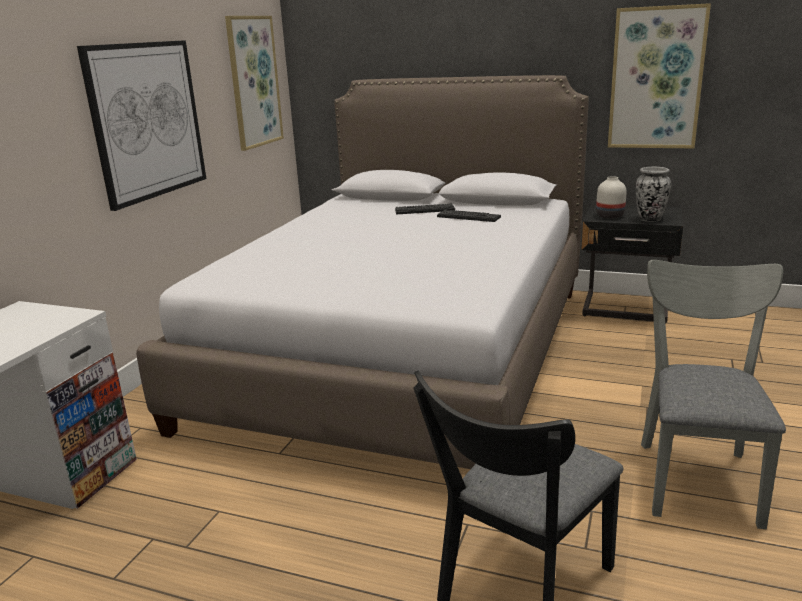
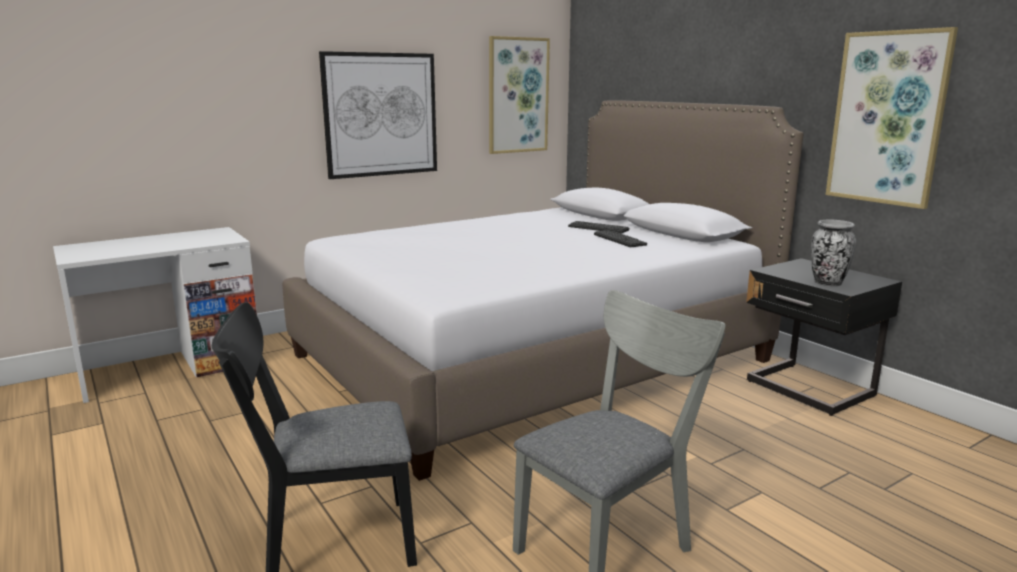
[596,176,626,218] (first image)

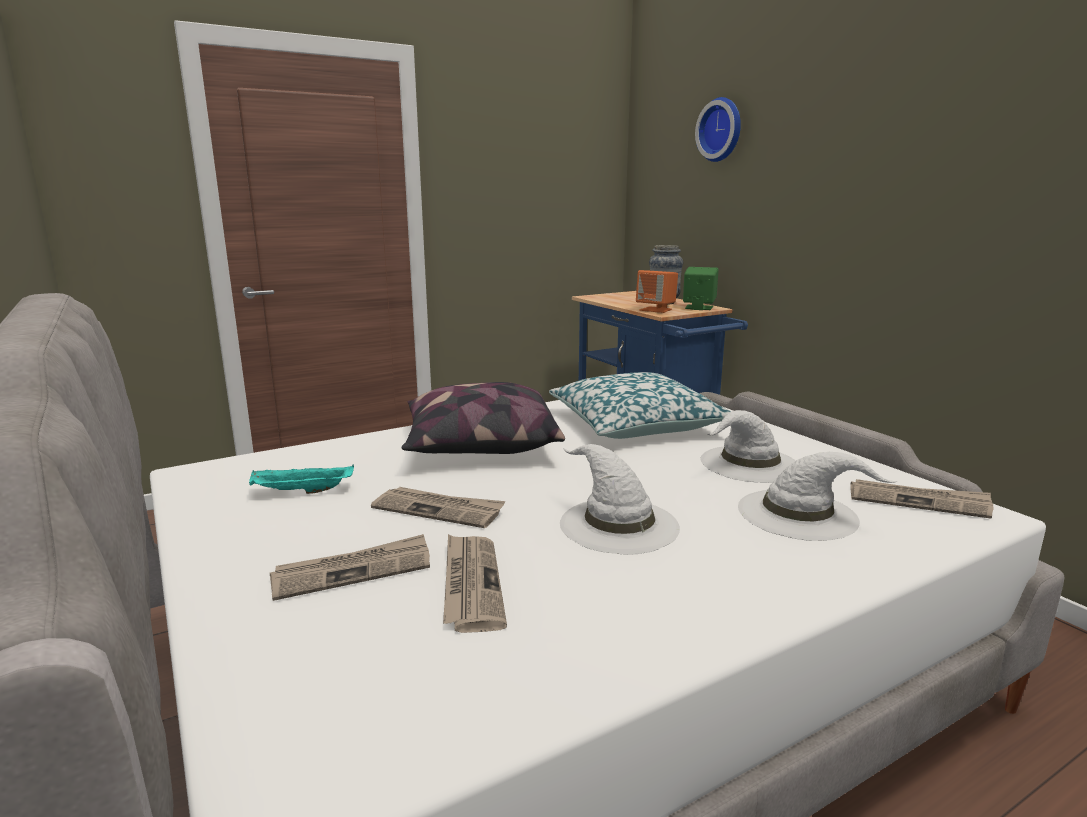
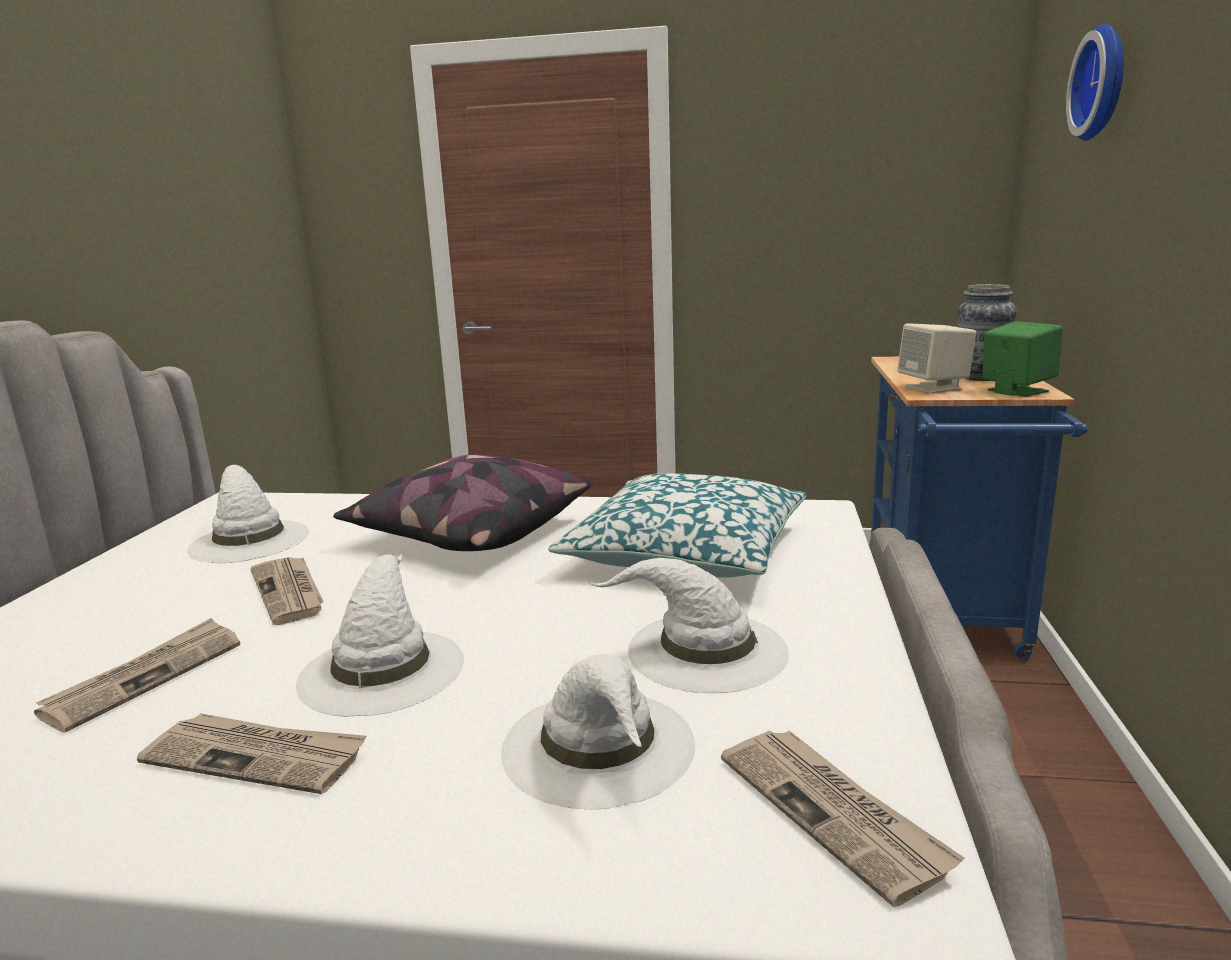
[897,324,976,393]
[187,465,309,563]
[137,713,366,794]

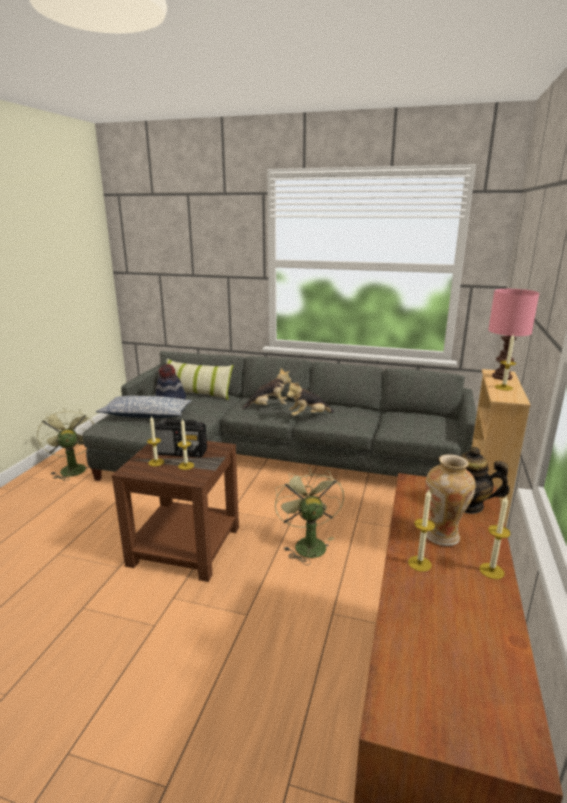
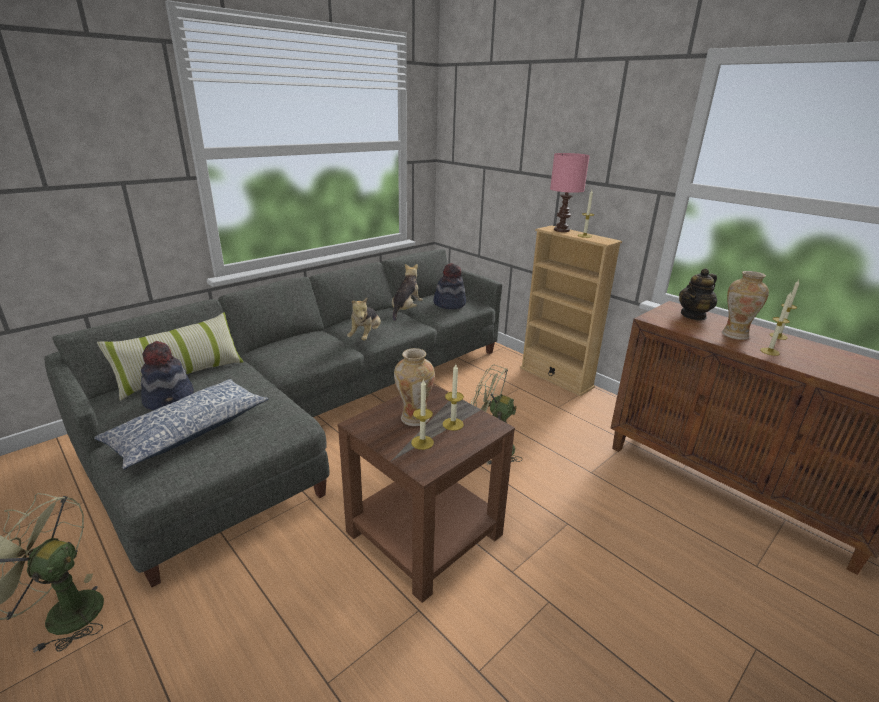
[392,264,423,321]
[394,348,435,426]
[433,263,466,309]

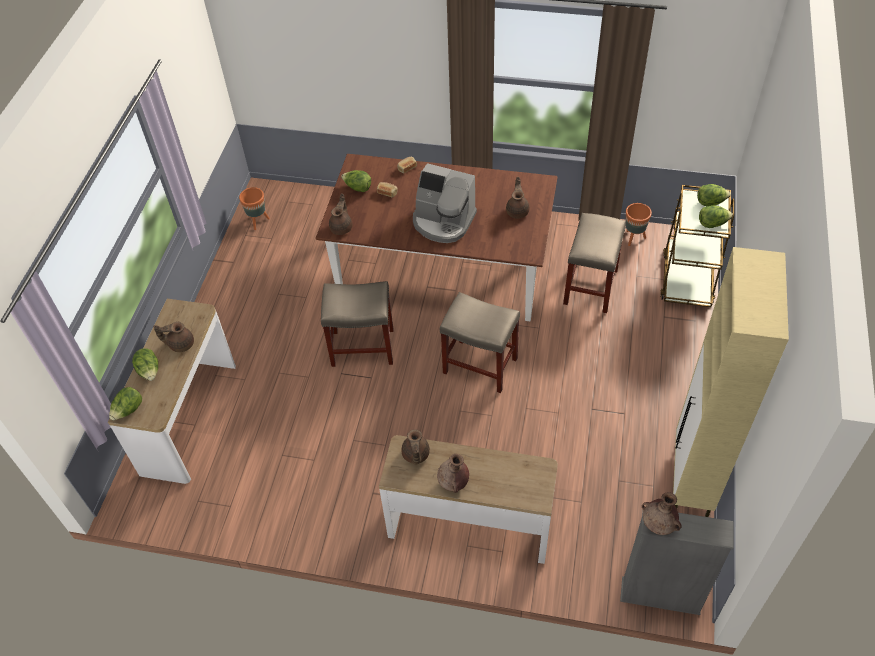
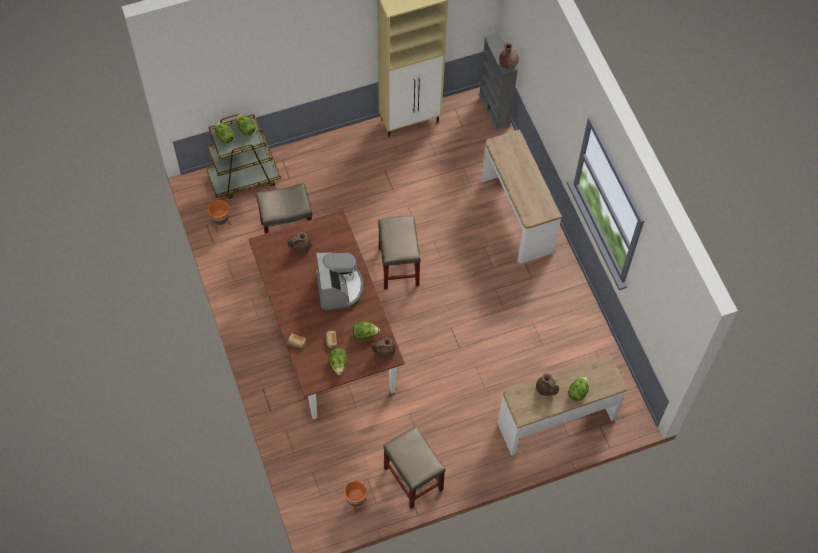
[383,426,446,509]
[353,321,380,340]
[401,429,430,465] (first image)
[437,454,469,493] (first image)

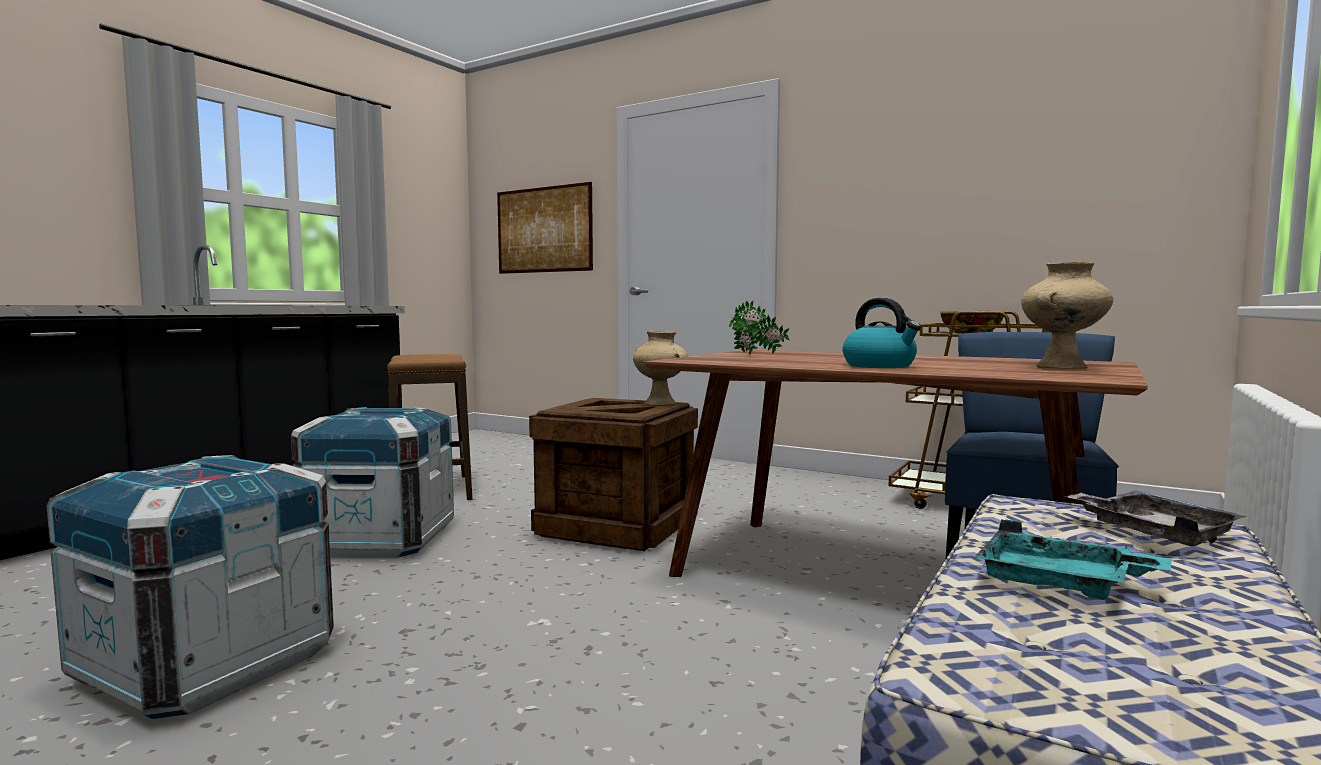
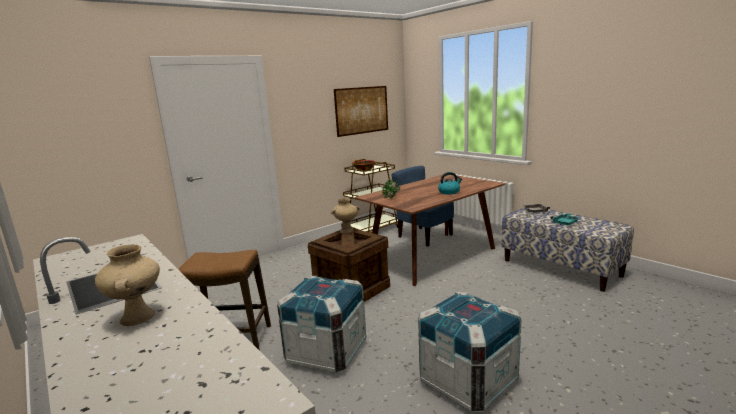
[334,86,388,137]
[95,244,160,326]

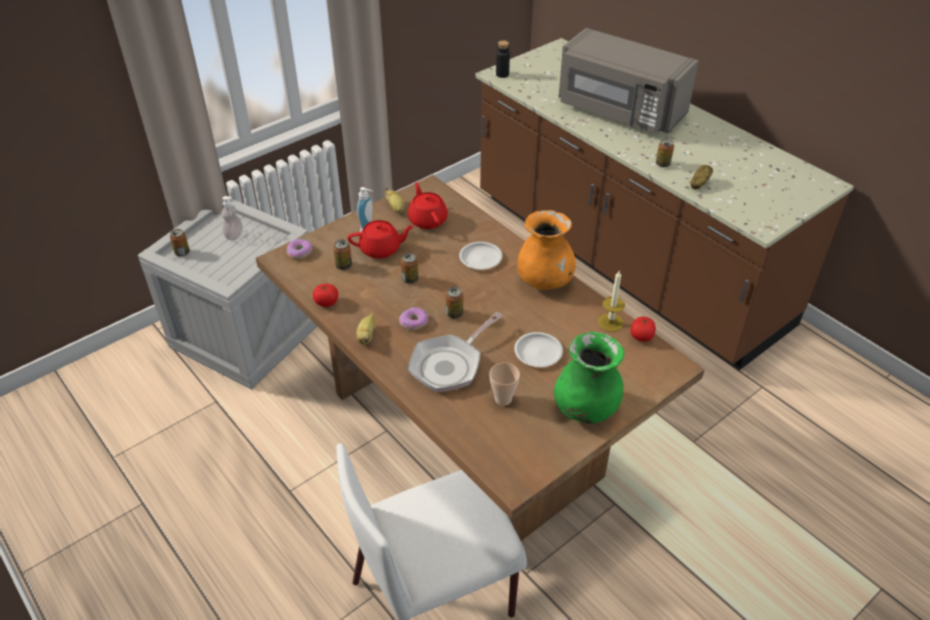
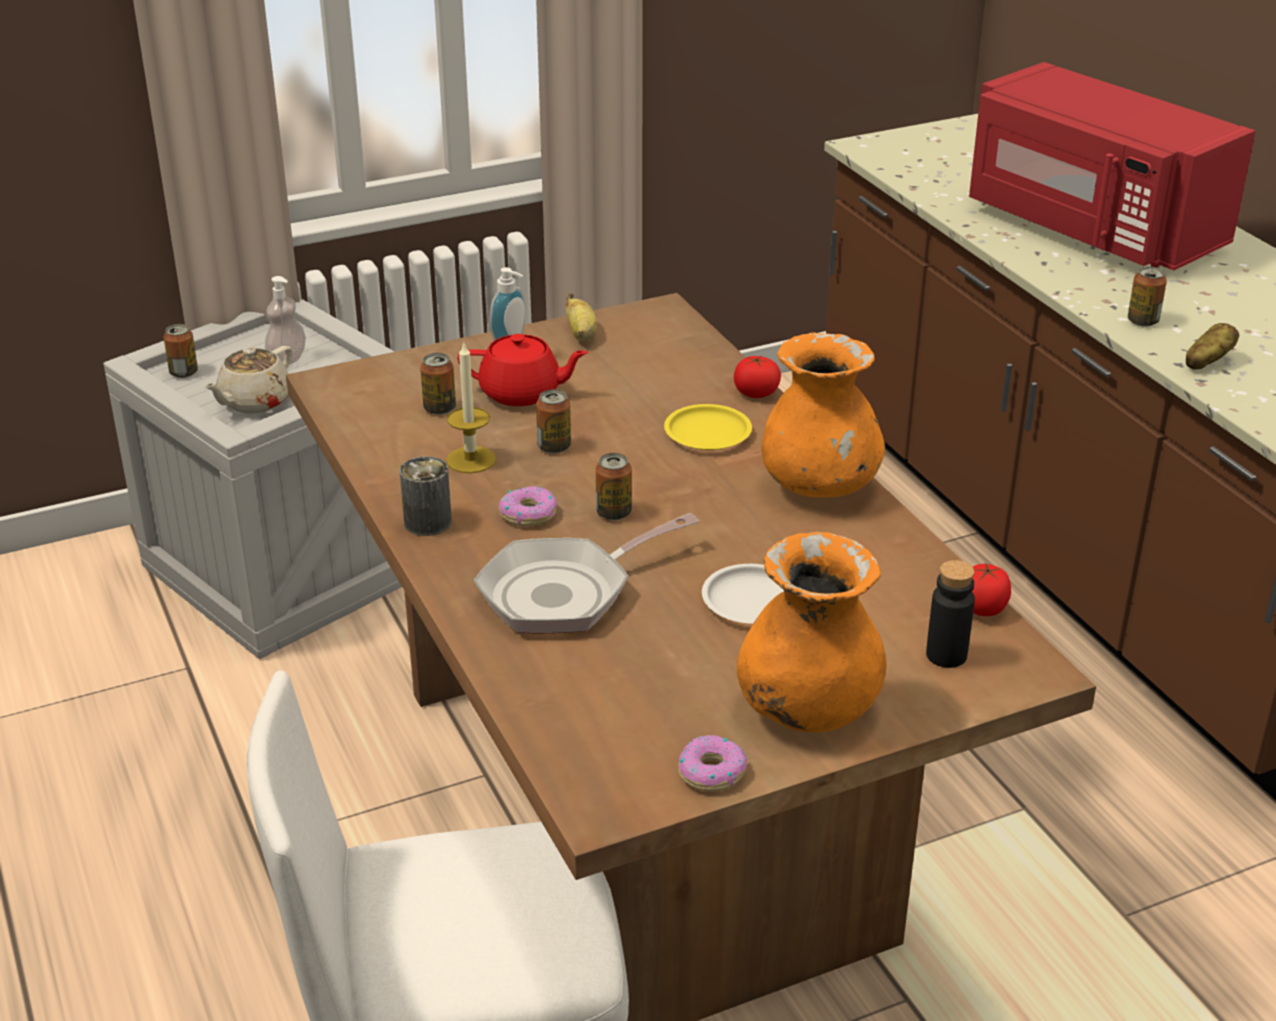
[969,62,1256,270]
[926,560,975,668]
[408,182,448,229] (first image)
[678,735,747,792]
[664,404,752,450]
[446,343,496,473]
[734,356,781,398]
[400,456,452,536]
[737,532,887,733]
[489,363,520,406] (first image)
[204,346,292,413]

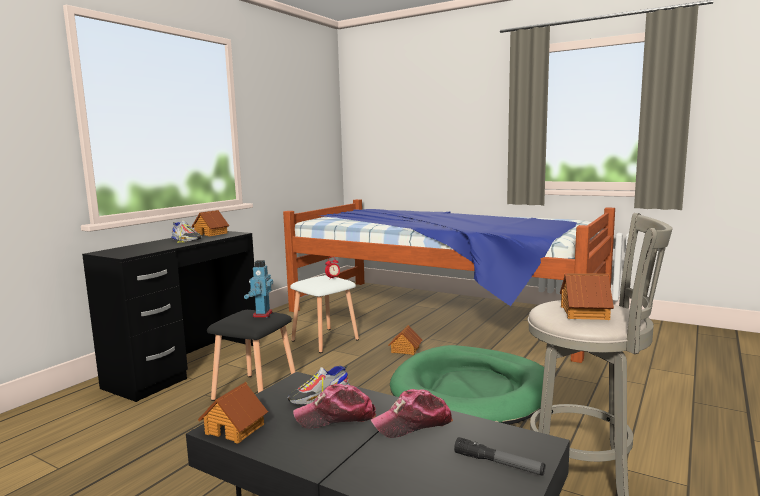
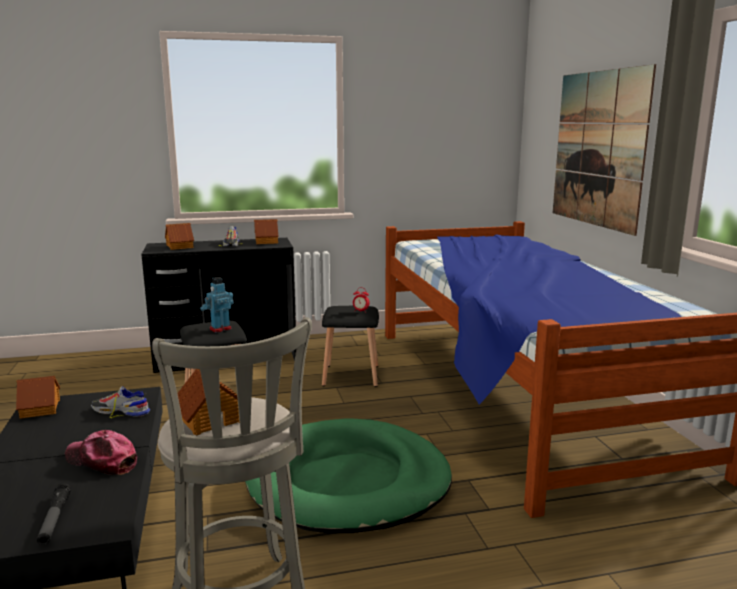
[322,306,379,387]
[165,223,194,250]
[293,384,376,429] (first image)
[553,64,656,236]

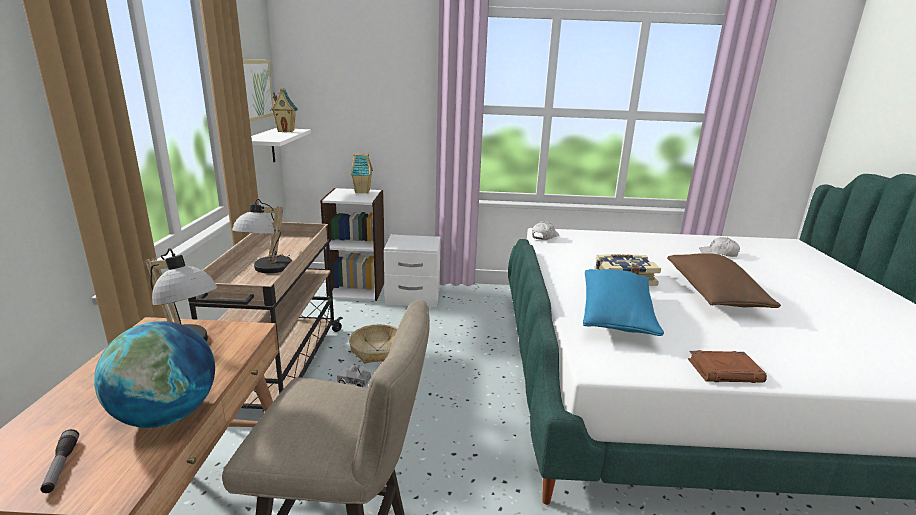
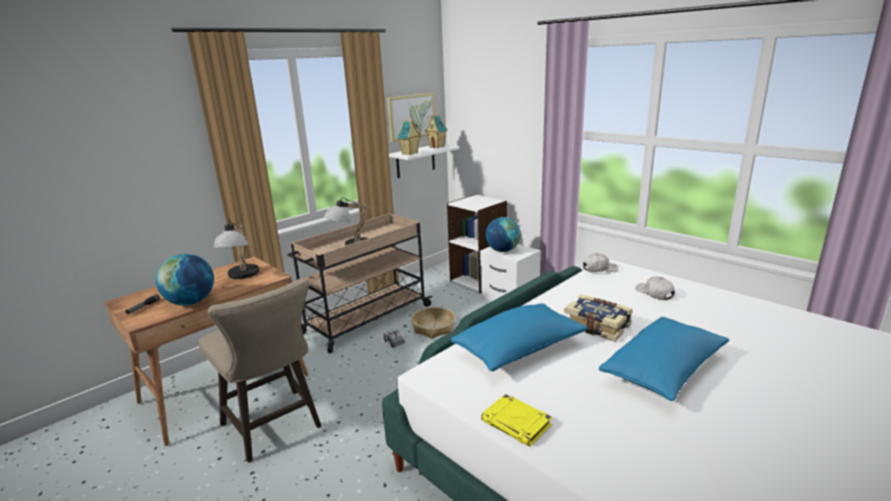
[397,119,421,155]
[635,276,675,300]
[599,317,729,401]
[481,394,552,447]
[485,217,521,252]

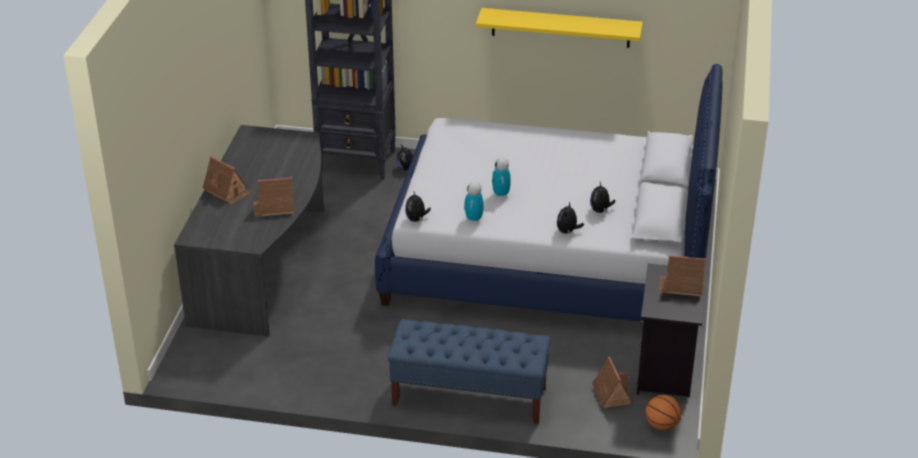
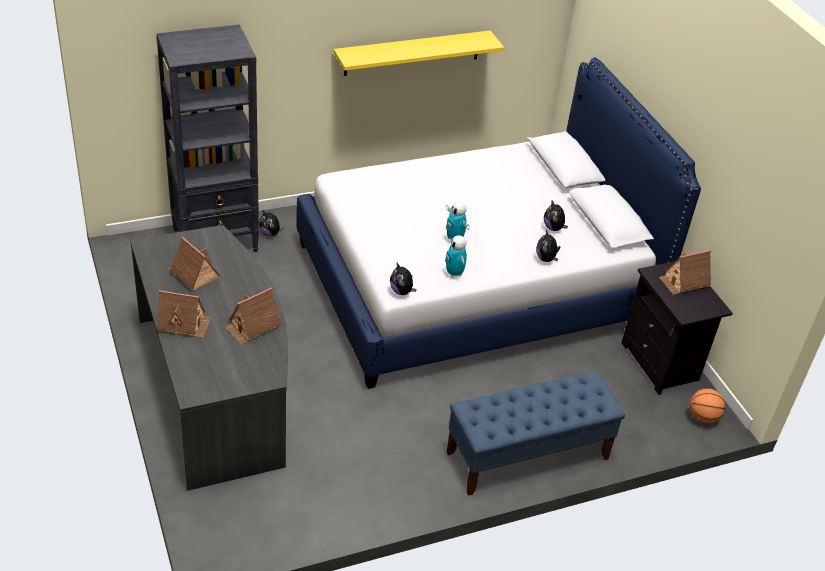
[169,237,220,291]

